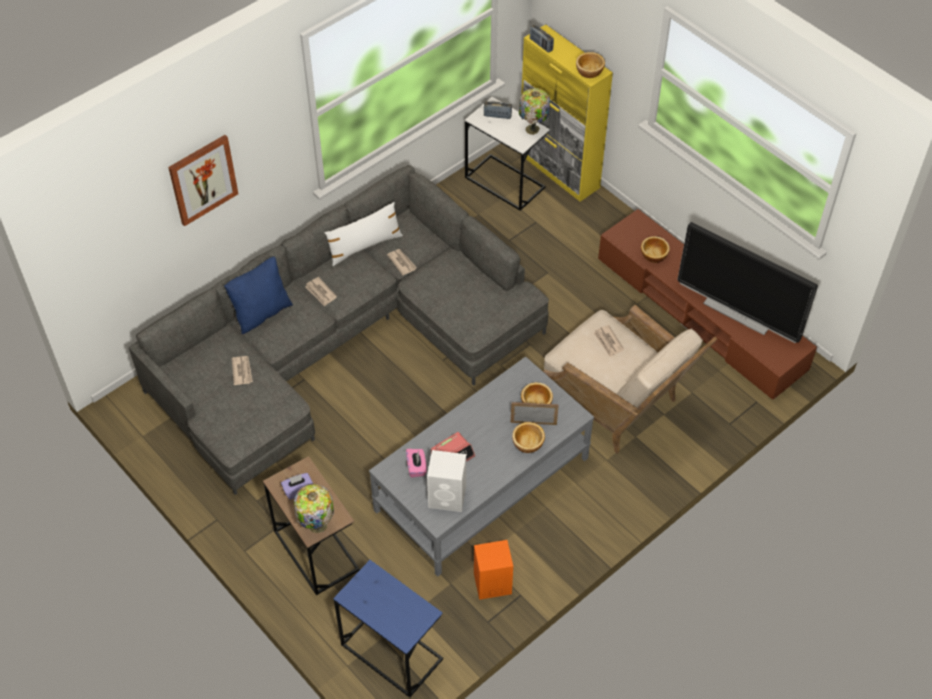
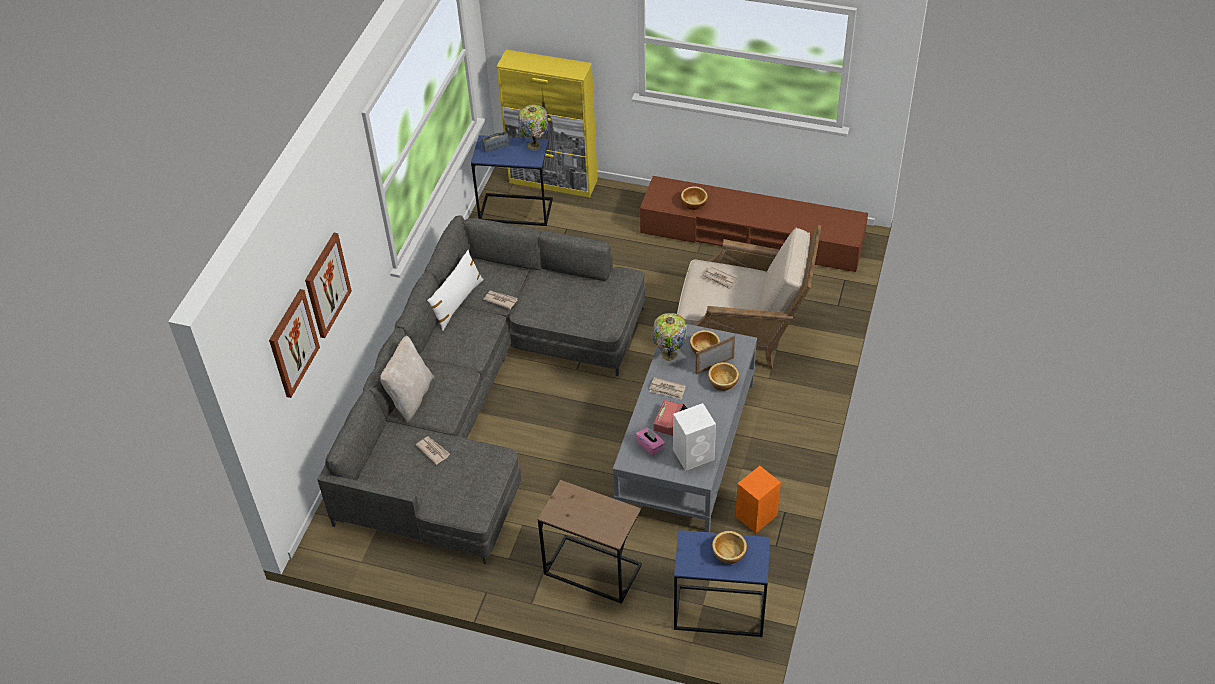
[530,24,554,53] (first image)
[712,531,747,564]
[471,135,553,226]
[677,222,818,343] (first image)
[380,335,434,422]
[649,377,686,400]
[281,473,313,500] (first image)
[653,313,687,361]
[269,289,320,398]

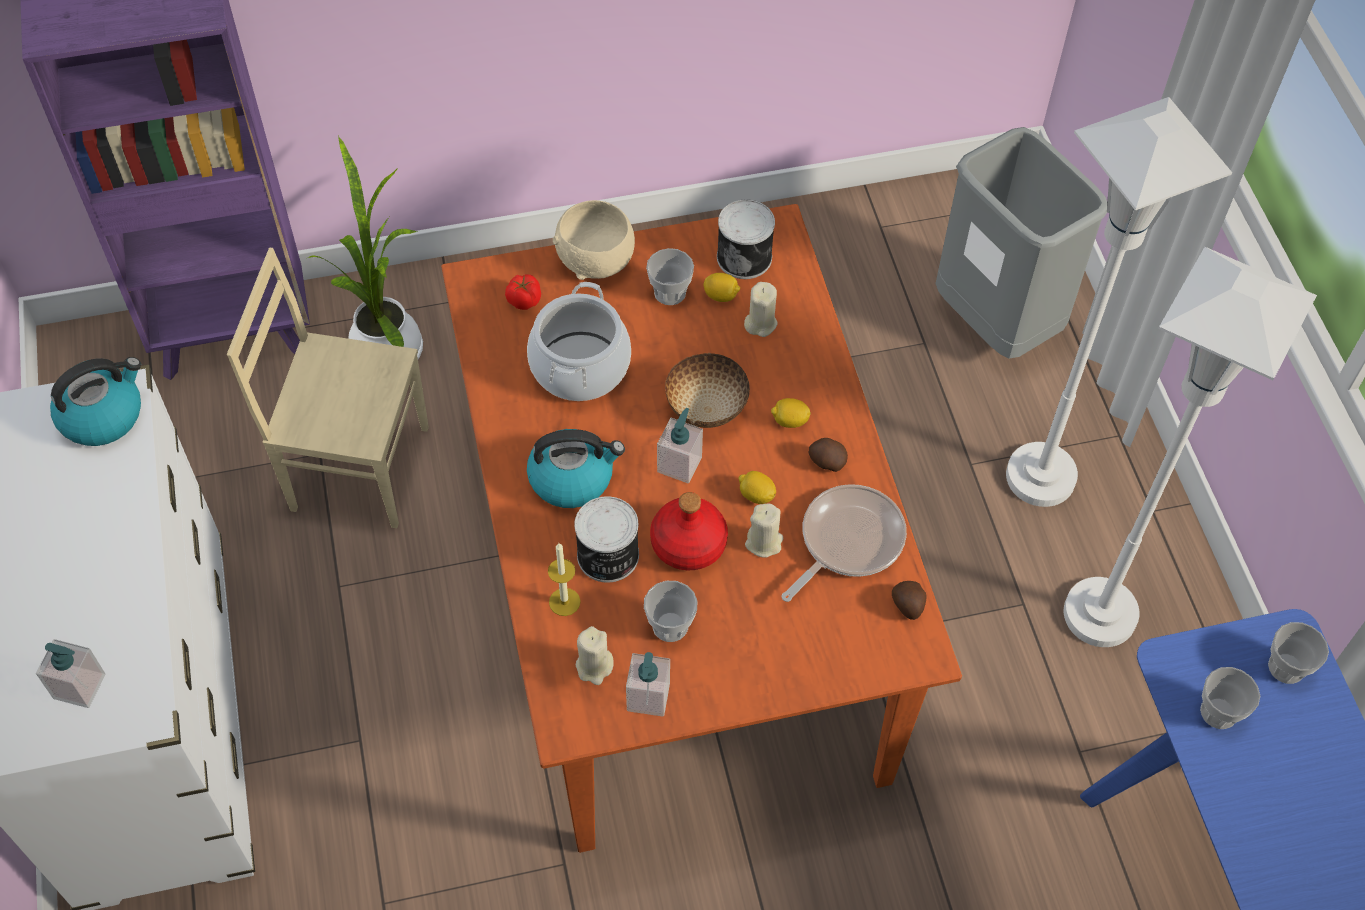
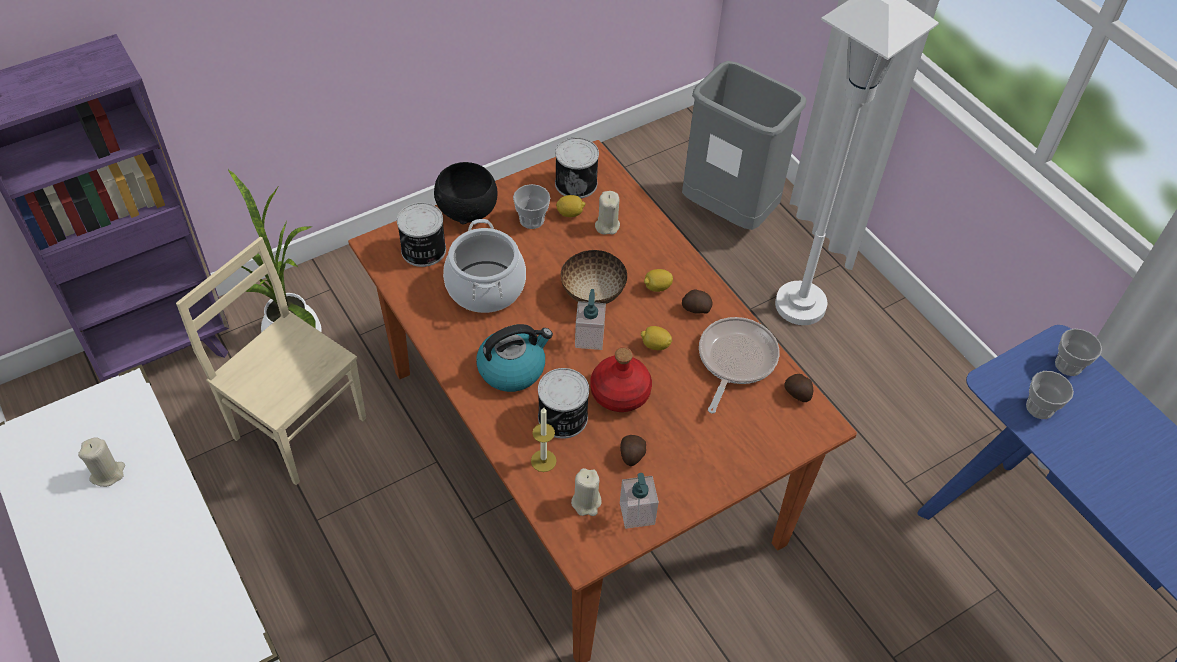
[434,162,498,225]
[1064,247,1317,647] (first image)
[176,237,366,485]
[397,202,446,267]
[50,357,141,446] (first image)
[78,438,125,487]
[620,435,646,466]
[36,639,106,708] (first image)

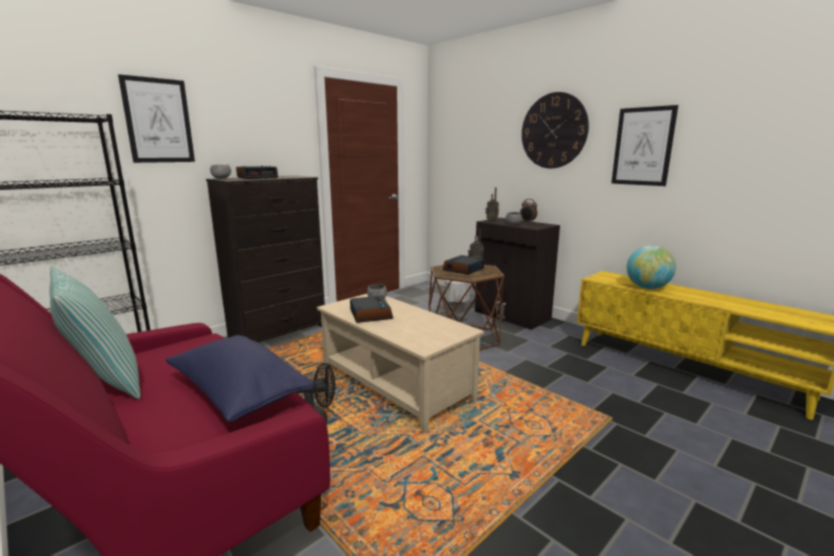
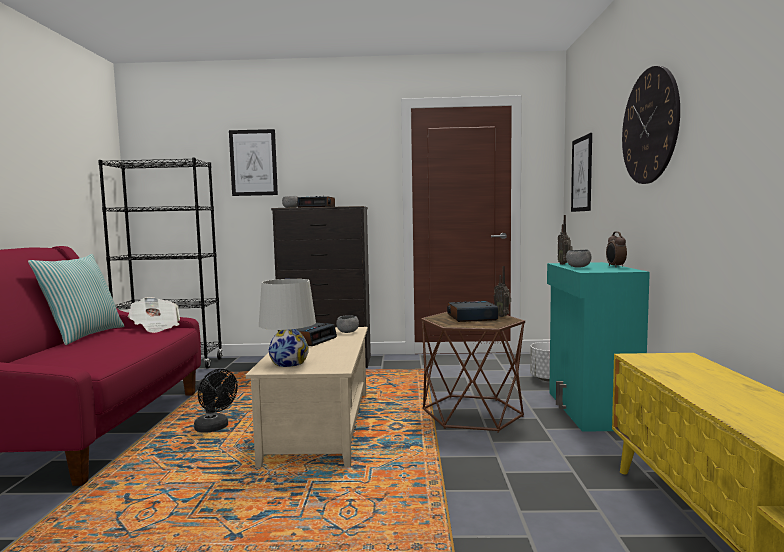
[571,133,592,212]
[547,262,650,432]
[627,245,676,289] (first image)
[166,335,314,422] (first image)
[259,279,316,367]
[128,297,180,333]

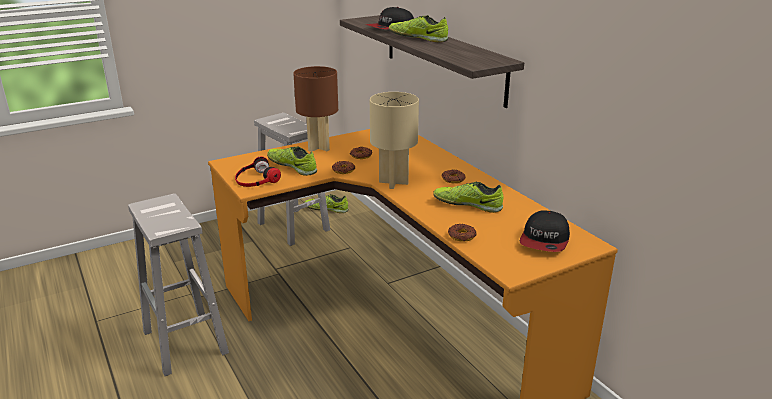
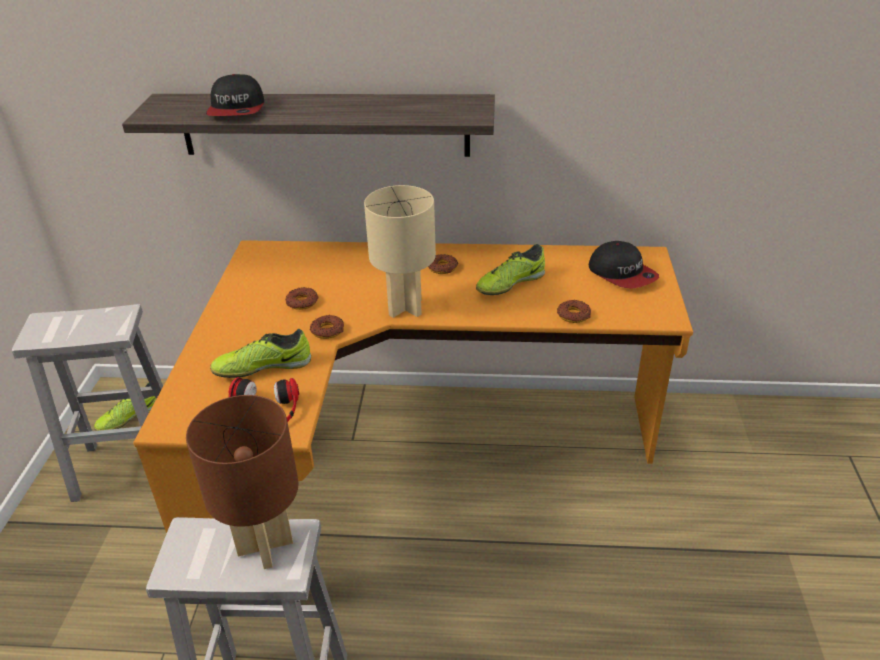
[389,15,448,42] (first image)
[186,395,299,569]

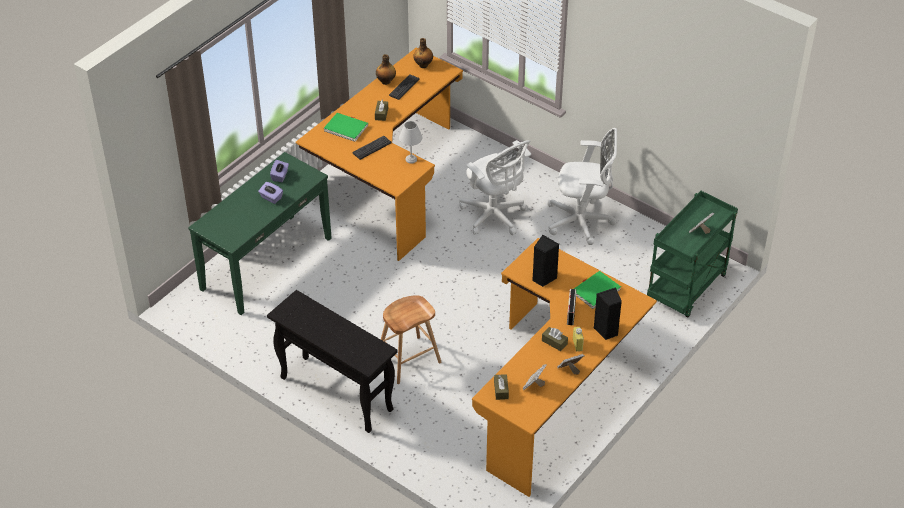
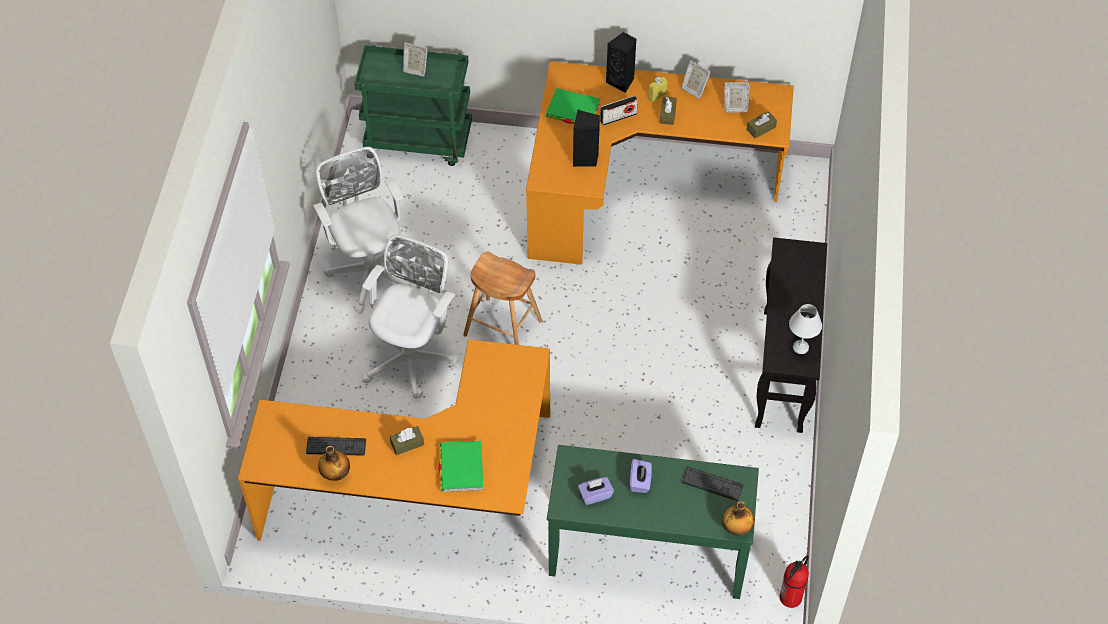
[722,501,755,536]
[789,304,822,354]
[682,467,744,501]
[463,251,543,345]
[779,555,809,608]

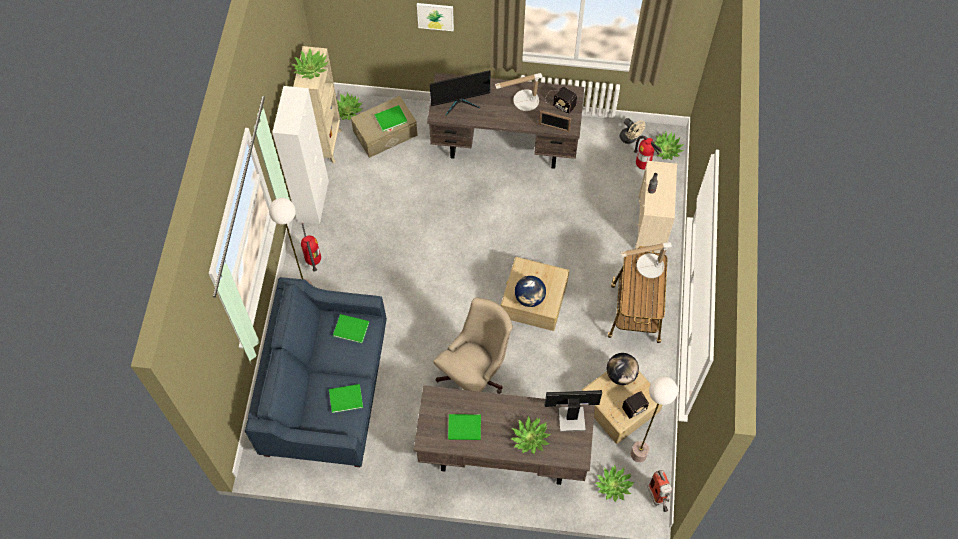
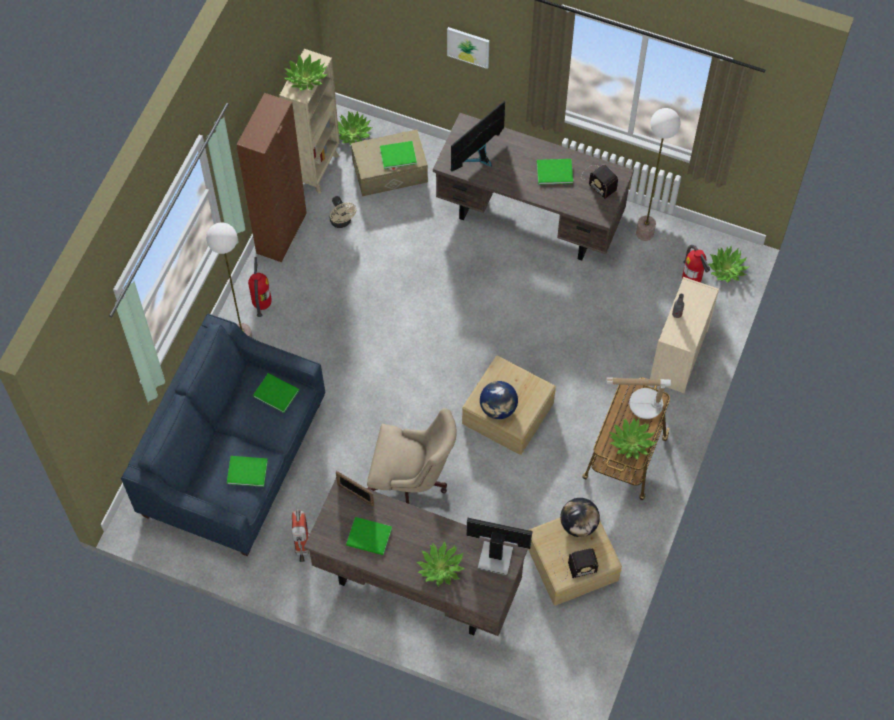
[451,101,505,171]
[537,159,573,185]
[236,93,307,262]
[336,471,374,506]
[330,196,356,228]
[367,408,456,504]
[636,108,680,241]
[609,418,656,459]
[292,509,310,562]

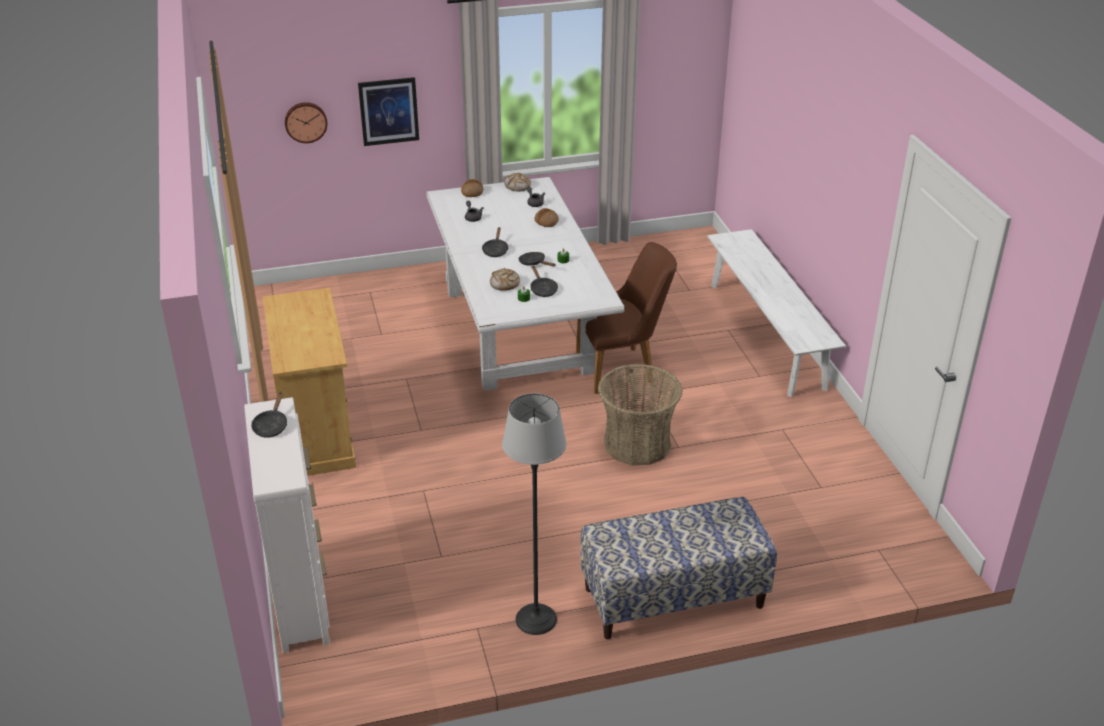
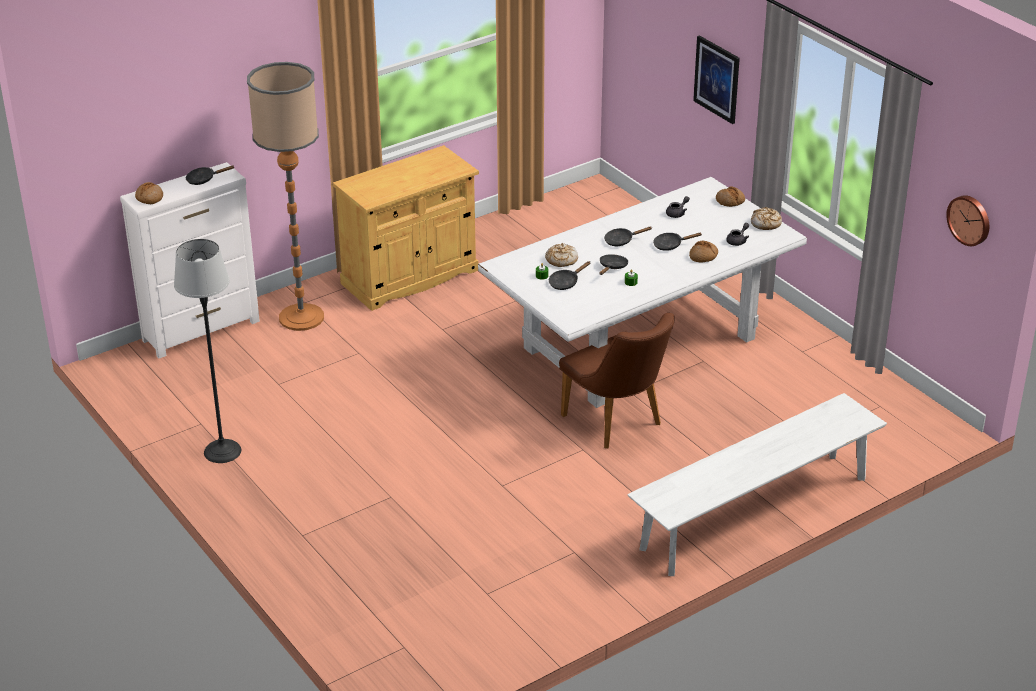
[946,195,989,246]
[598,364,683,465] (first image)
[581,497,777,639] (first image)
[247,62,324,331]
[135,182,163,204]
[653,232,702,251]

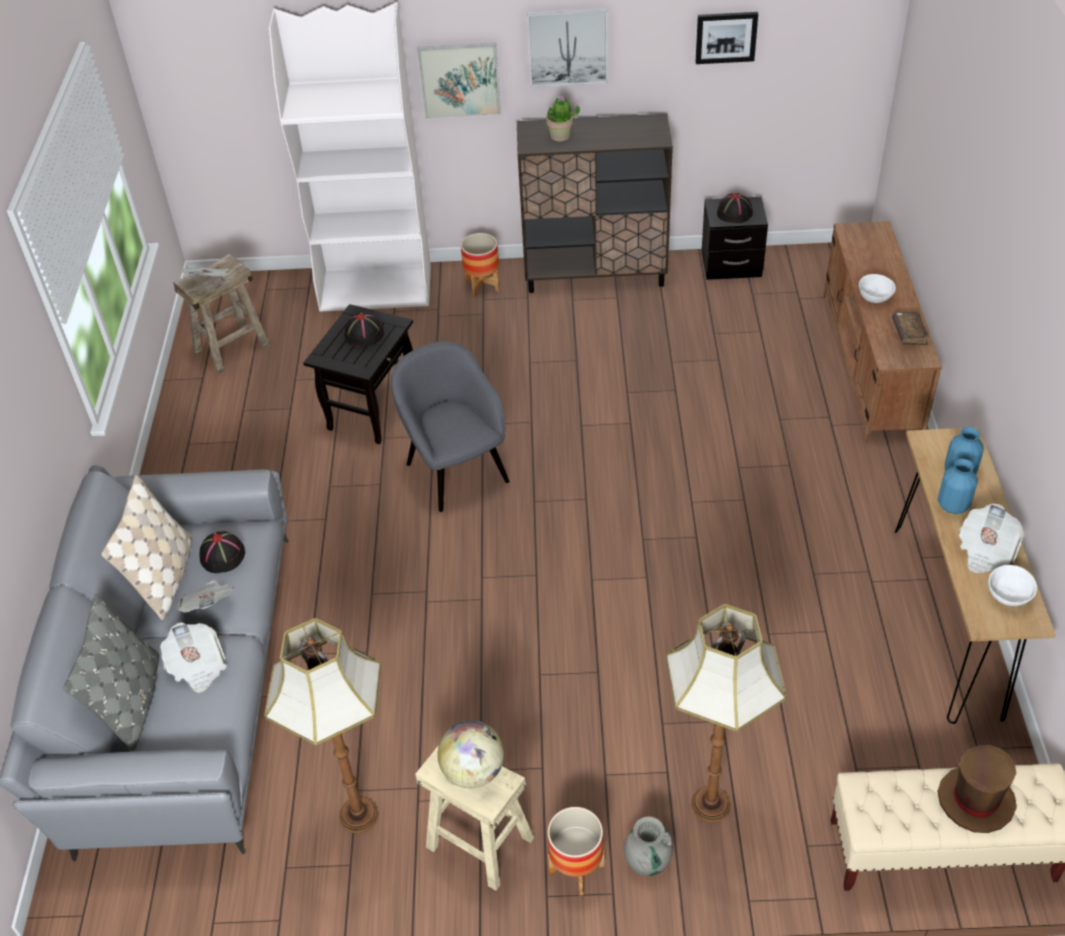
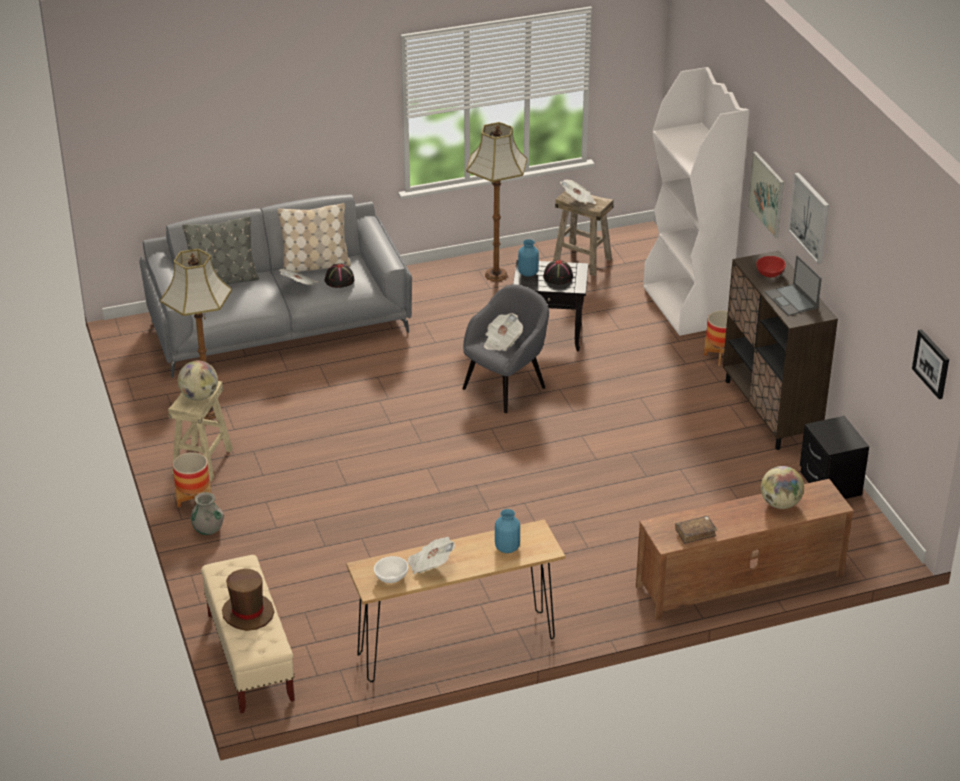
[912,329,949,399]
[756,256,786,278]
[717,193,753,223] (first image)
[859,274,896,303] (first image)
[518,239,539,276]
[466,122,527,281]
[484,313,523,351]
[765,255,822,316]
[761,466,804,509]

